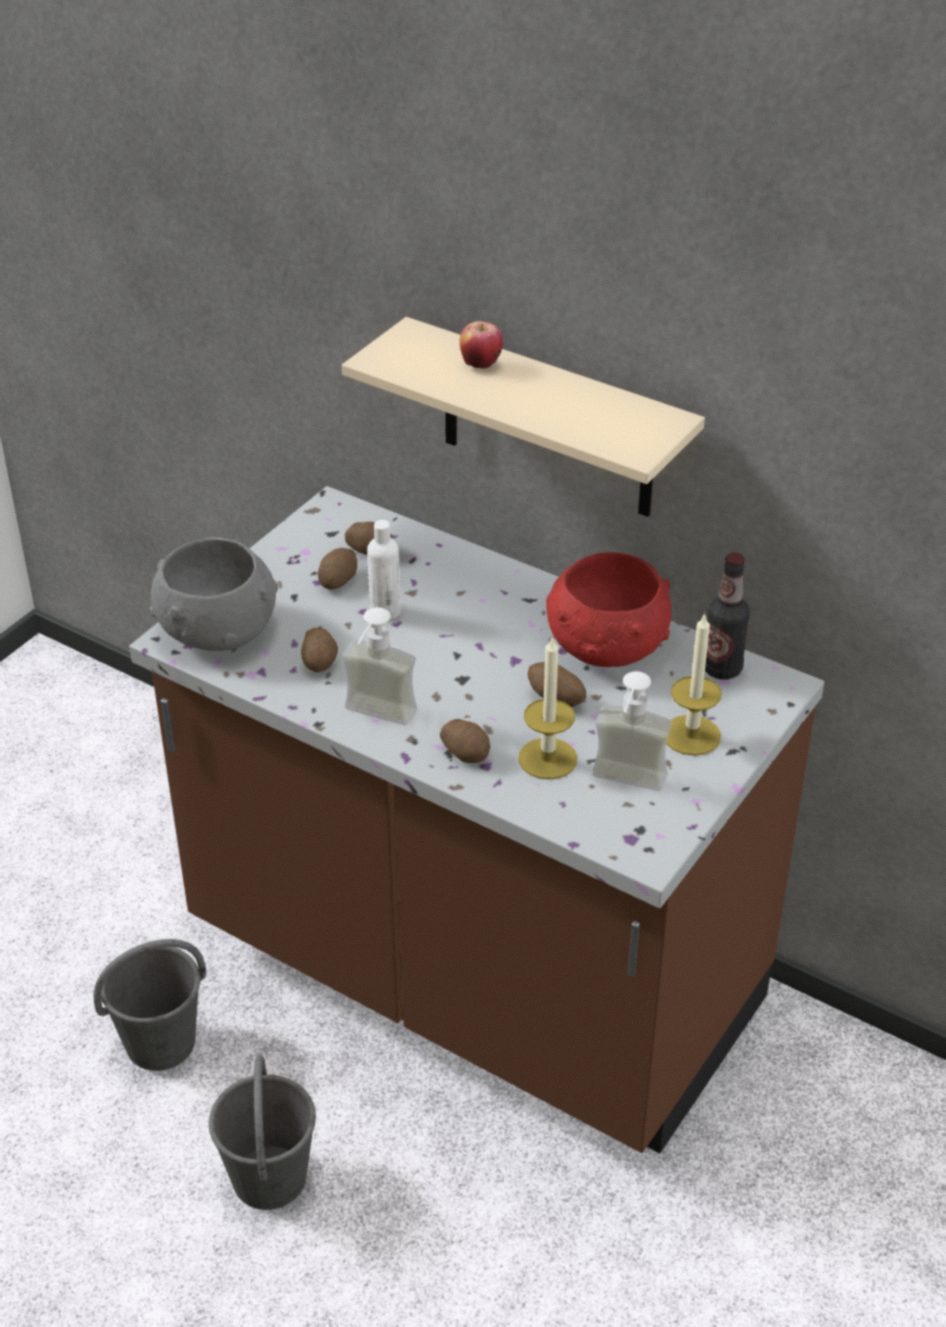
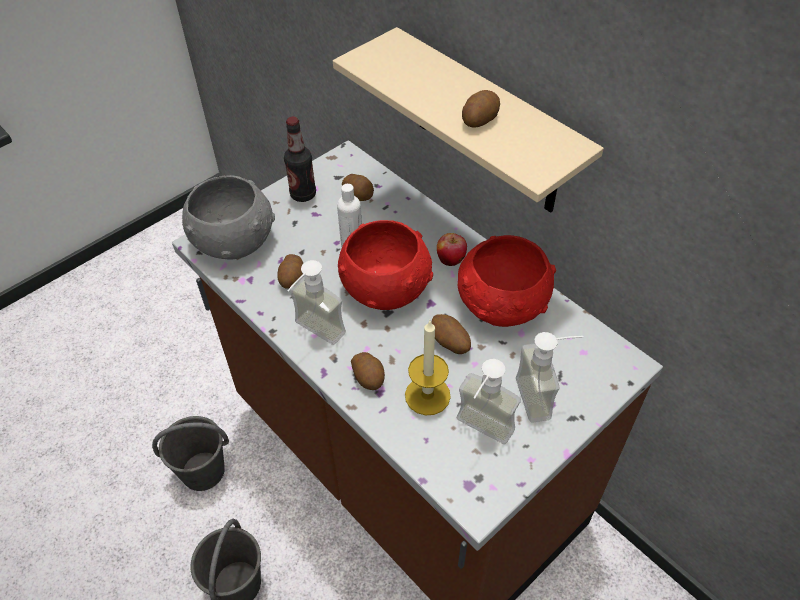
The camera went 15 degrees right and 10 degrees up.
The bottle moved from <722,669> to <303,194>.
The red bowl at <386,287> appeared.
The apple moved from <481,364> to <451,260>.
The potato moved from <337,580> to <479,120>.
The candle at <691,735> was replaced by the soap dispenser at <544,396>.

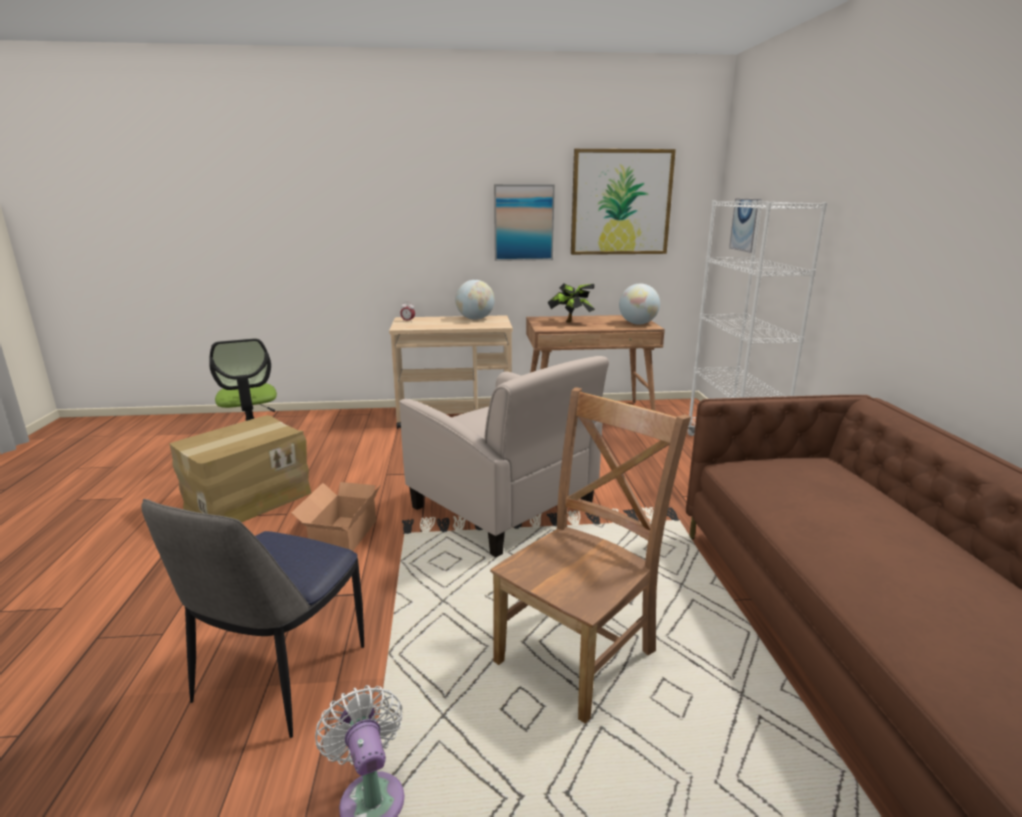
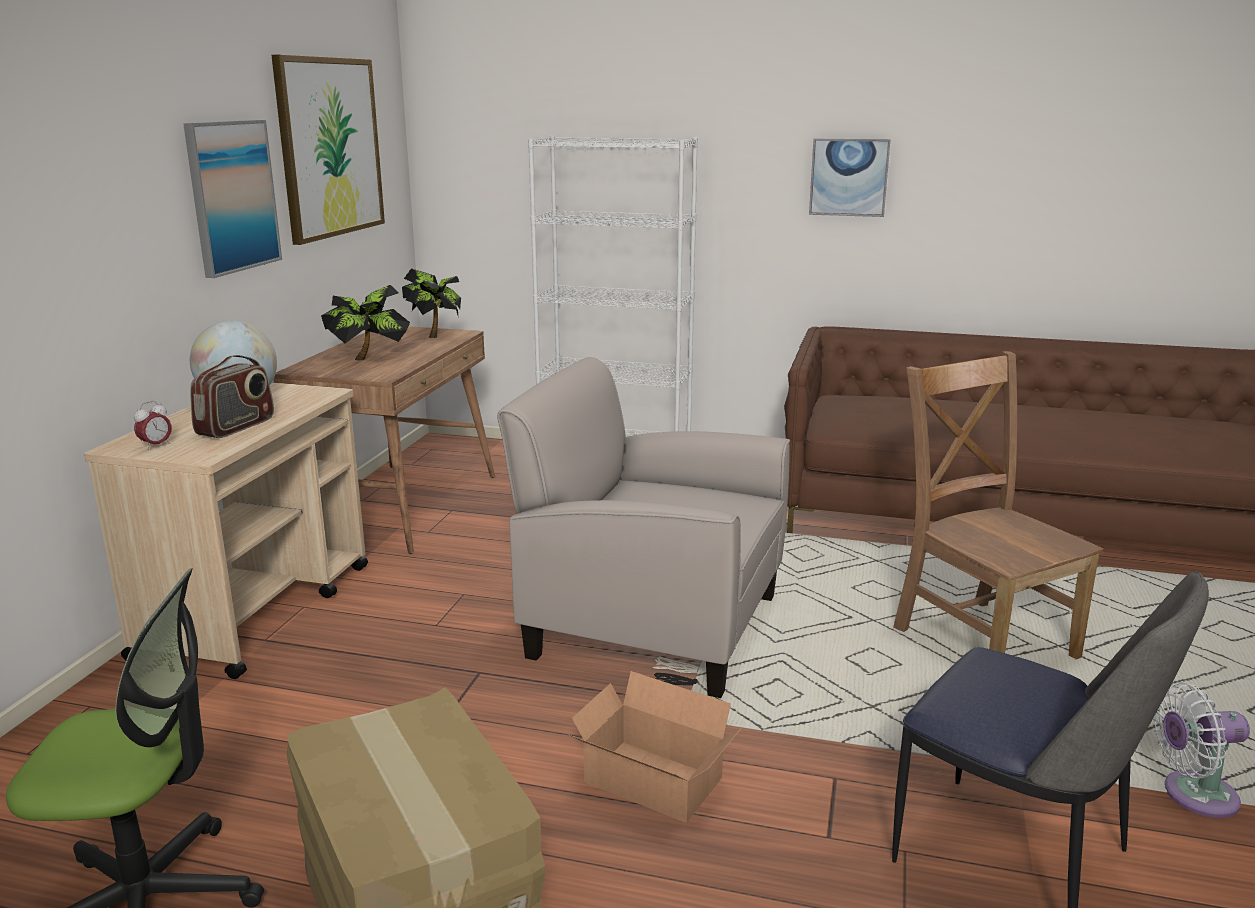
The camera went 70 degrees left and 0 degrees up.
The radio at <236,427> appeared.
The globe at <638,324> was replaced by the potted plant at <435,335>.
The beige armchair at <504,507> turned 135 degrees counterclockwise.
The picture moved from <746,224> to <849,177>.

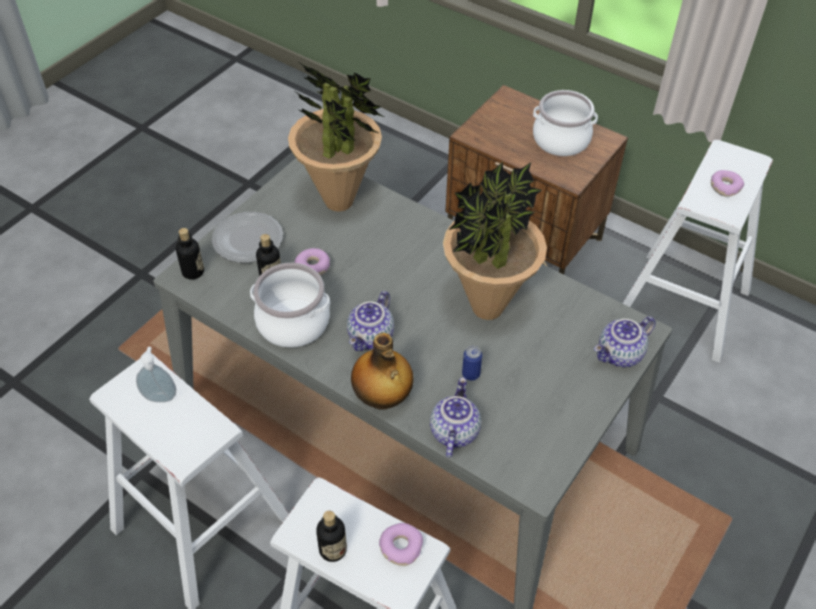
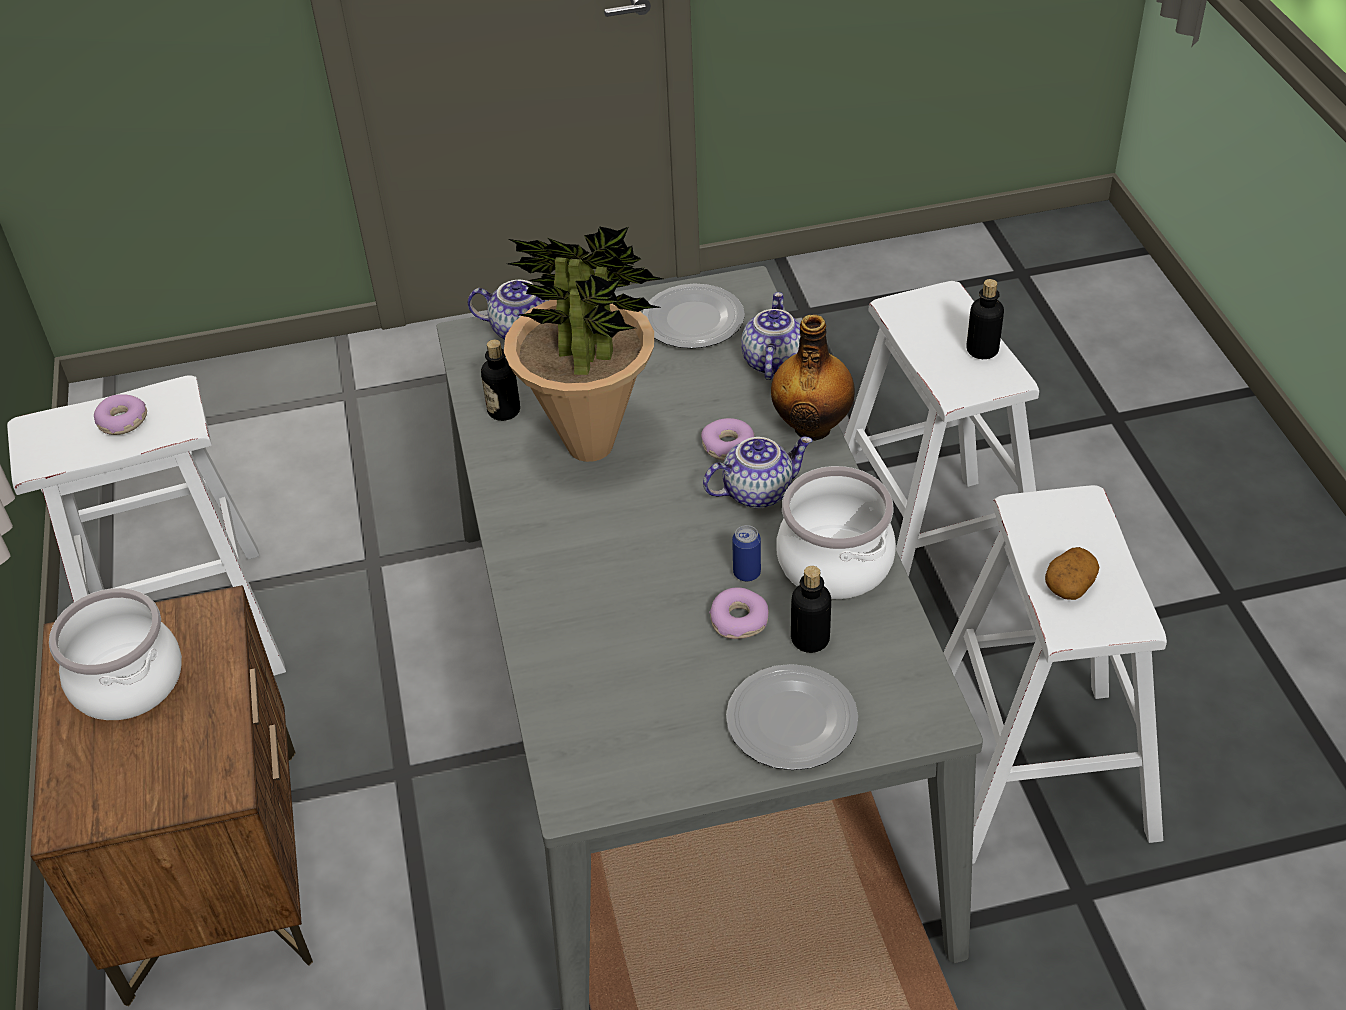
The camera went 135 degrees left and 5 degrees down.
The bottle moved from <193,272> to <504,411>.
The plate at <694,320> appeared.
The donut moved from <400,547> to <728,447>.
The can moved from <471,374> to <747,573>.
The teapot at <453,431> turned 135 degrees clockwise.
The soap dispenser at <160,396> was replaced by the potato at <1069,584>.
The potted plant at <339,201> disappeared.

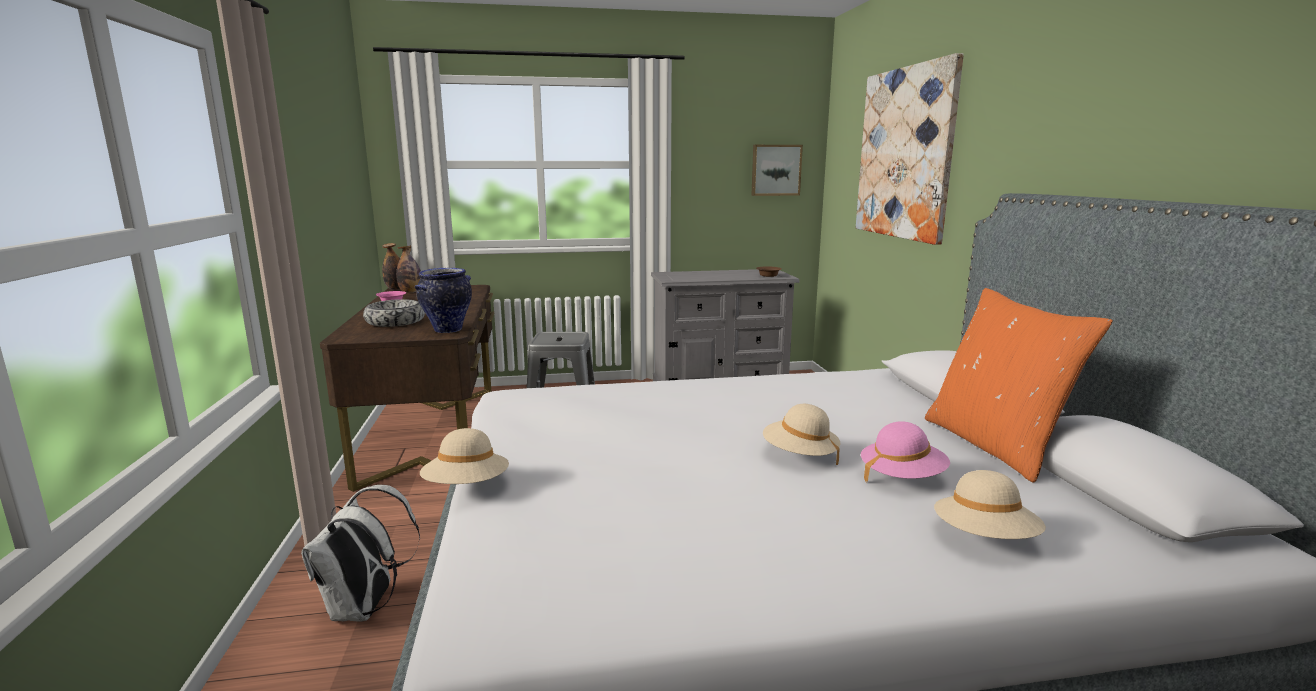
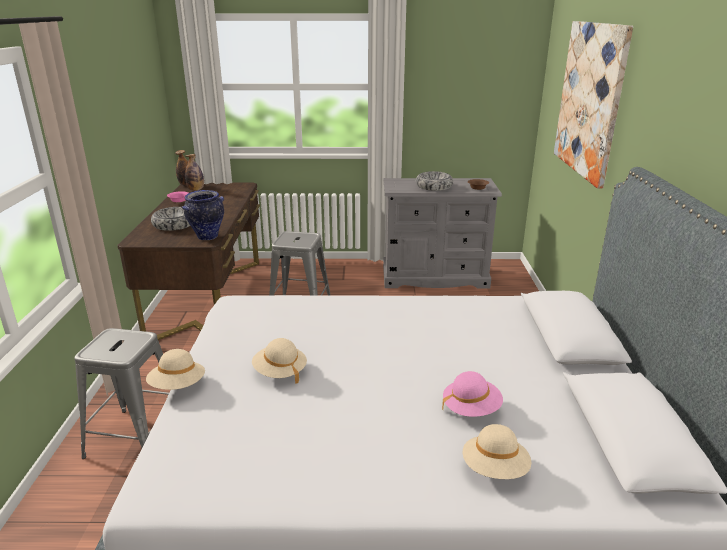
The camera went 10 degrees right and 10 degrees up.
The white backpack at <365,608> was replaced by the grey stool at <136,437>.
The beige hat moved from <800,455> to <280,372>.
The bowl at <434,187> appeared.
The picture at <775,170> disappeared.
The orange pillow at <995,445> disappeared.

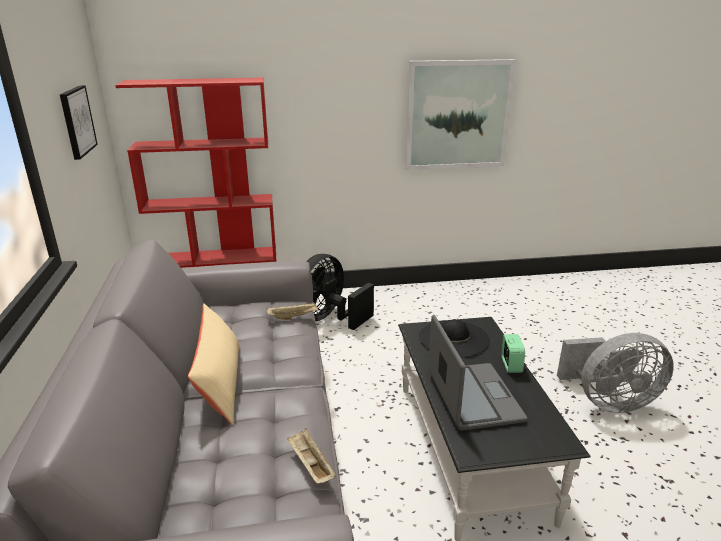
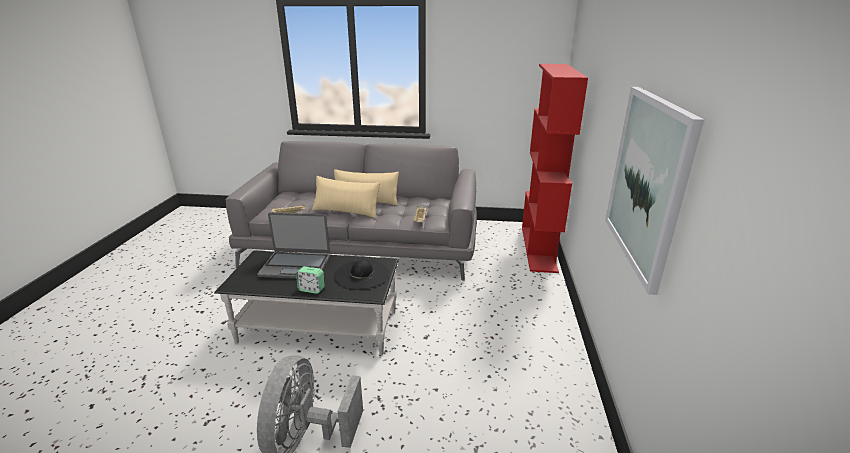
The camera went 105 degrees right and 0 degrees up.
The beige pillow at <346,211> appeared.
The picture at <77,121> disappeared.
The black fan at <328,319> disappeared.

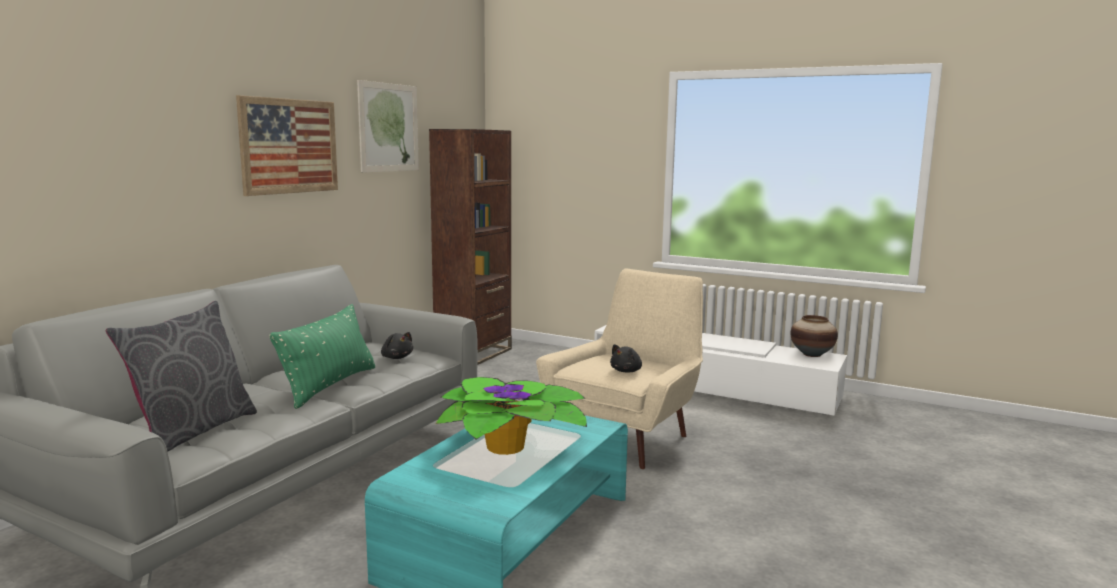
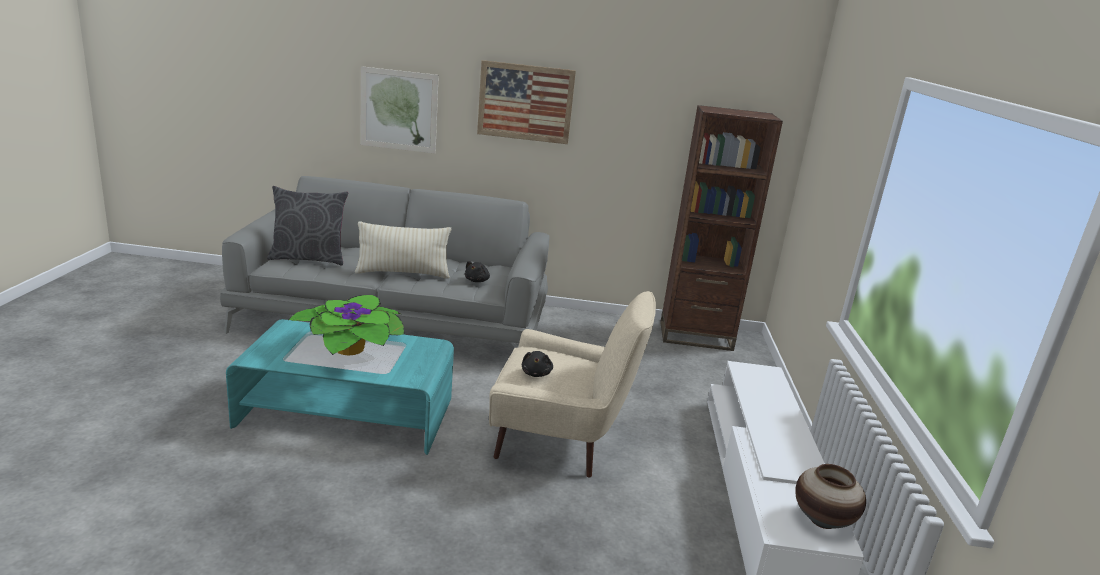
The camera went 65 degrees right and 10 degrees up.
The green pillow at <329,386> became the beige pillow at <403,273>.
The picture moved from <389,127> to <399,110>.
The black plush toy at <627,371> turned 105 degrees counterclockwise.

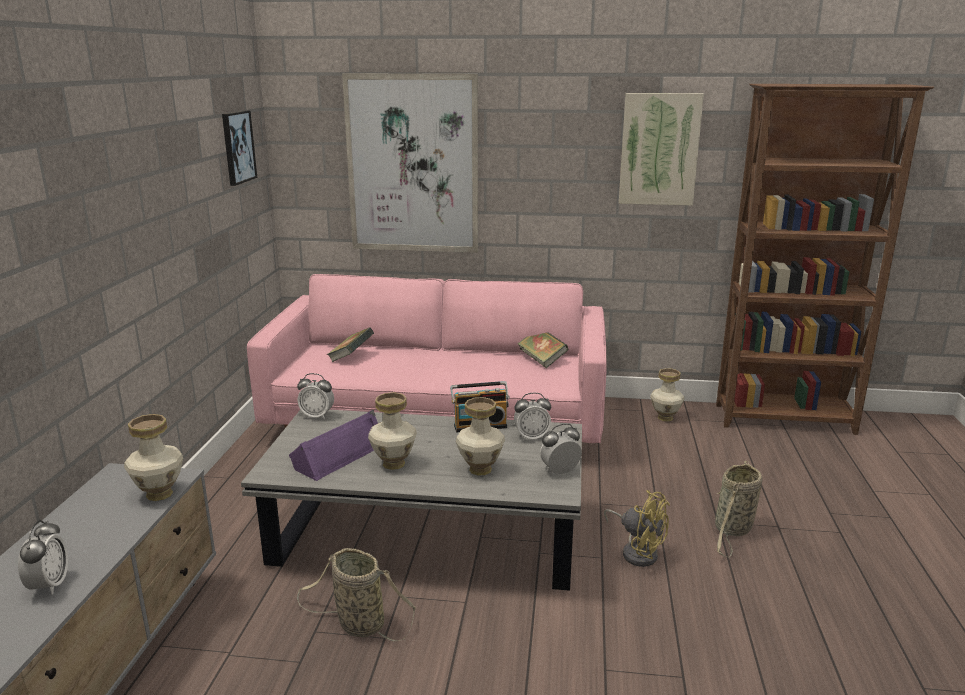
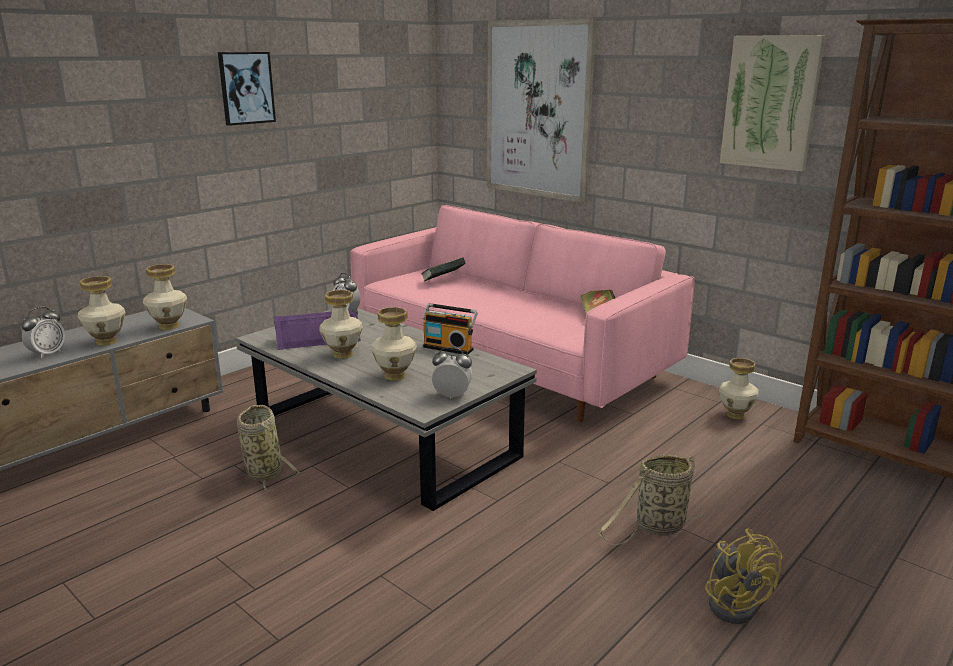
The camera went 35 degrees right and 0 degrees up.
The vase at <106,341> appeared.
The picture moved from <237,147> to <246,88>.
The yellow fan moved from <637,551> to <733,603>.
The alarm clock at <531,437> disappeared.

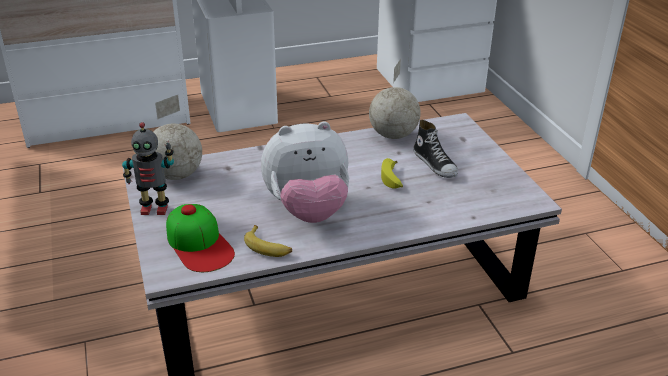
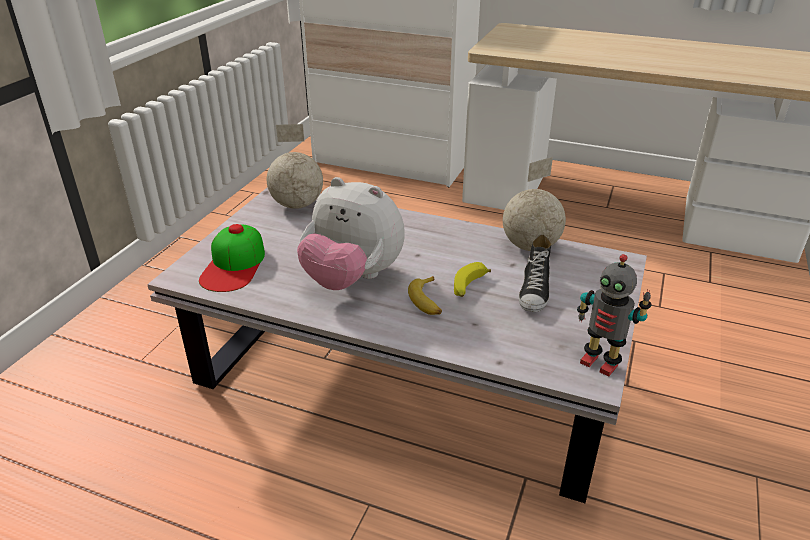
The camera went 40 degrees right and 0 degrees up.
The banana moved from <268,247> to <428,301>.
The toy robot moved from <154,209> to <600,362>.

